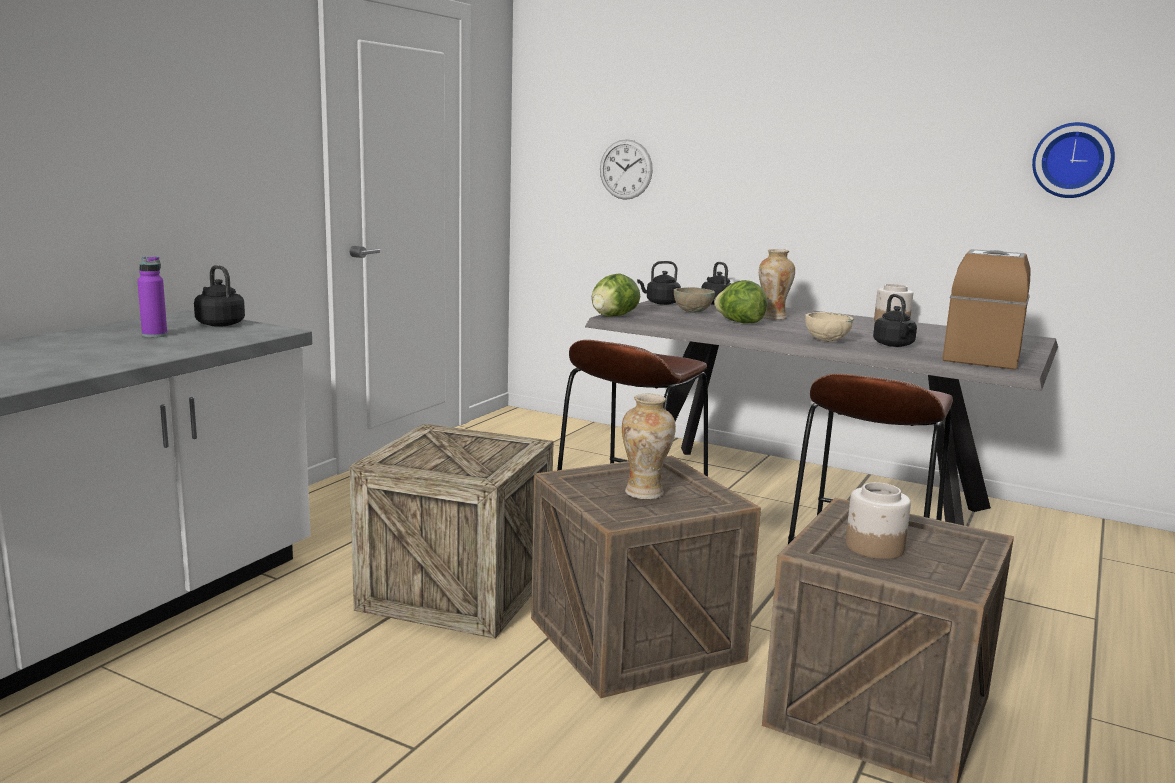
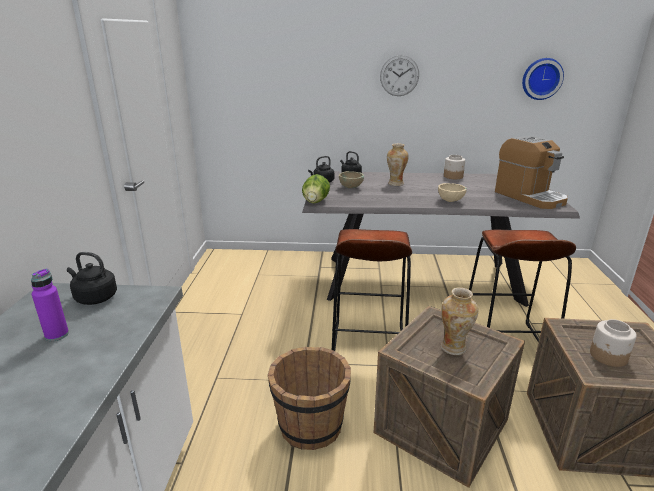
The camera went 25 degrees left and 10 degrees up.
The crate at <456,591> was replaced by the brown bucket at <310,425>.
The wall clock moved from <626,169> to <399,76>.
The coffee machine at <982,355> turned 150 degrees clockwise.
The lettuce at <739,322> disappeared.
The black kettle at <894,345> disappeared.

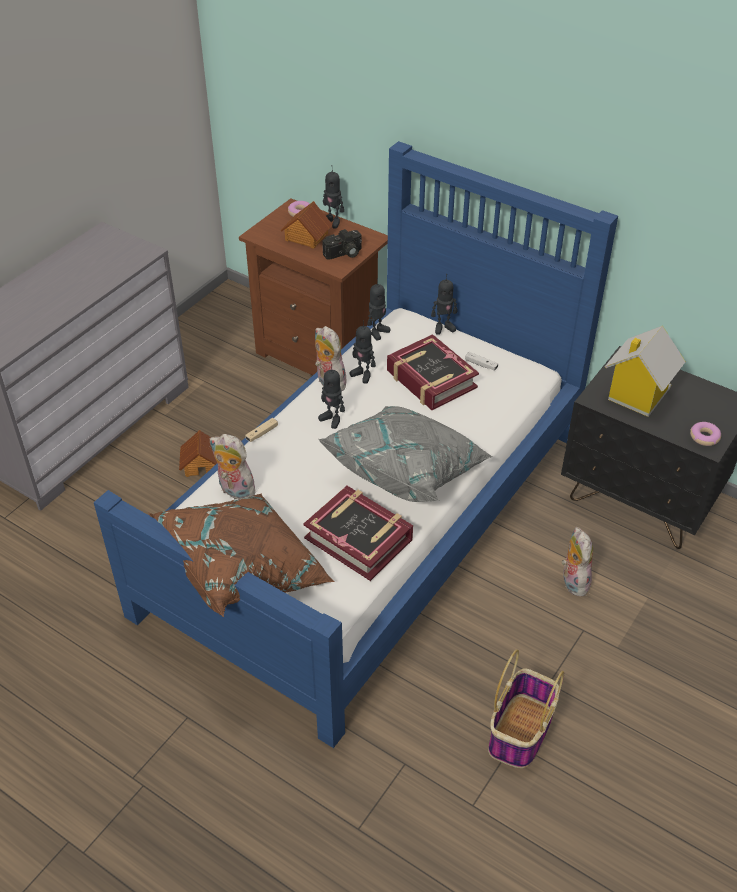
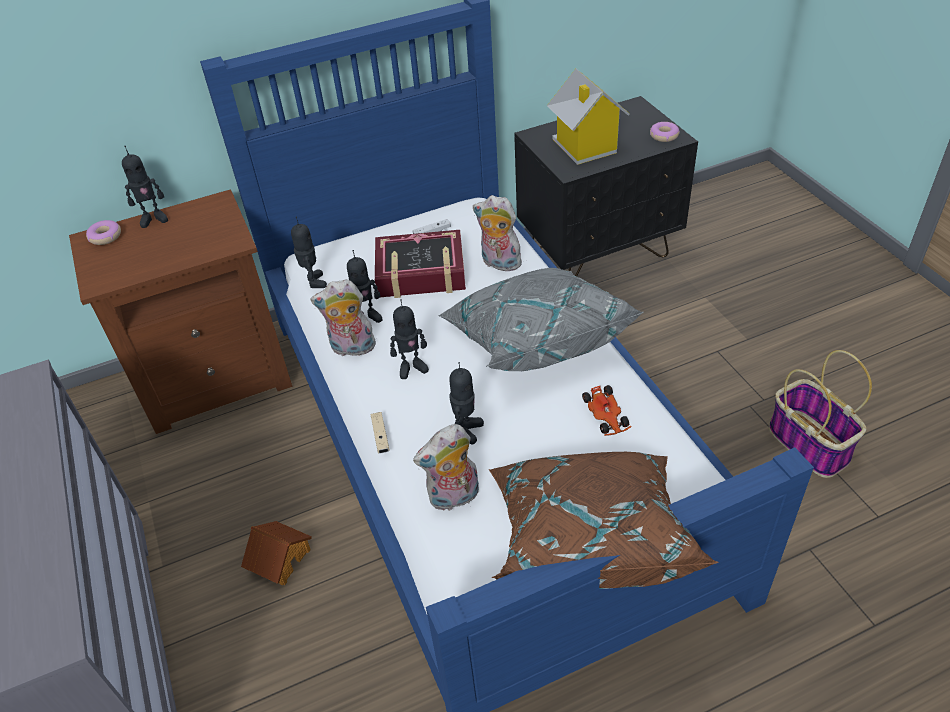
The camera went 55 degrees left and 0 degrees up.
The toy robot moved from <443,327> to <467,430>.
The plush toy moved from <572,581> to <498,263>.
The book at <359,538> was replaced by the toy car at <606,415>.
The toy house at <306,237> disappeared.
The photo camera at <344,254> disappeared.

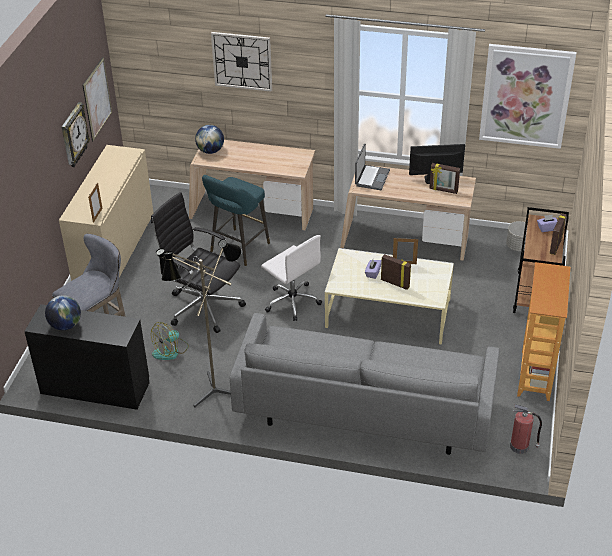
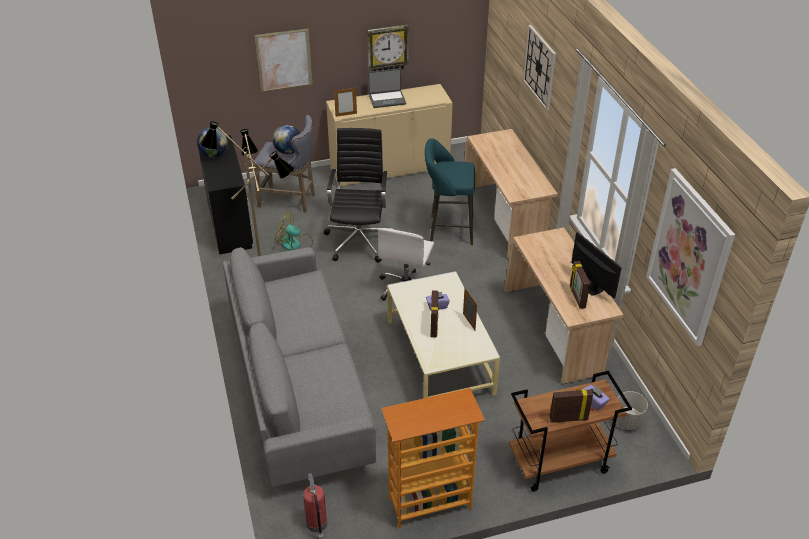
The camera went 60 degrees right and 0 degrees up.
The picture moved from <97,99> to <284,60>.
The globe moved from <210,151> to <288,151>.
The laptop moved from <371,178> to <387,99>.

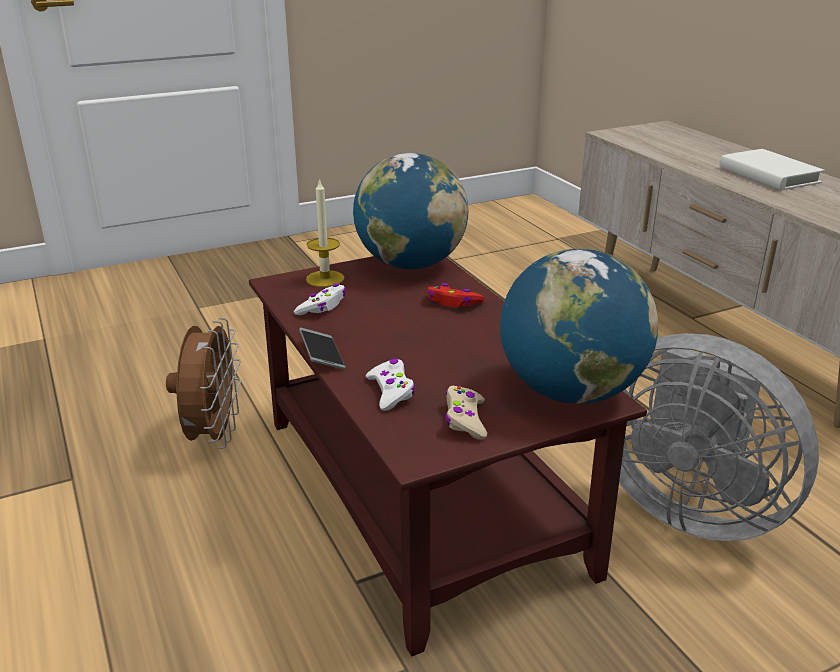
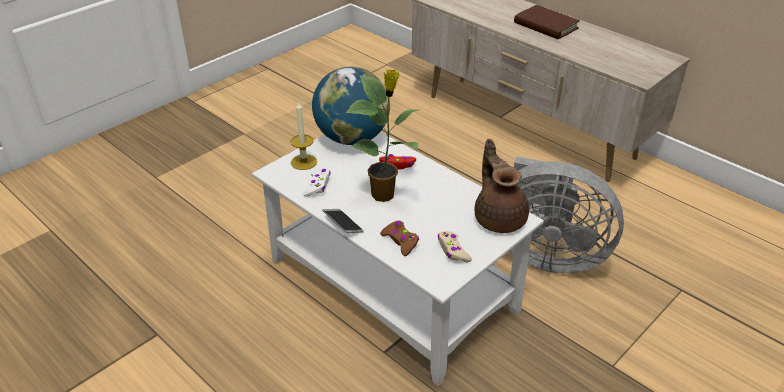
The camera went 20 degrees left and 10 degrees up.
The brown coffee table at <422,495> became the white coffee table at <394,286>.
The potted plant at <384,195> appeared.
The white game controller at <391,391> became the brown game controller at <400,241>.
The globe at <570,392> was replaced by the brown teapot at <499,217>.
The white book at <768,175> became the brown book at <545,25>.
The brown fan at <213,436> disappeared.

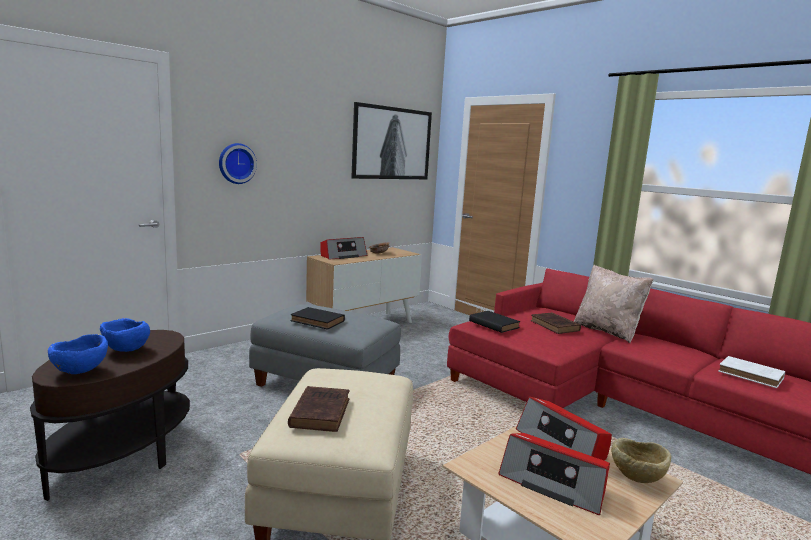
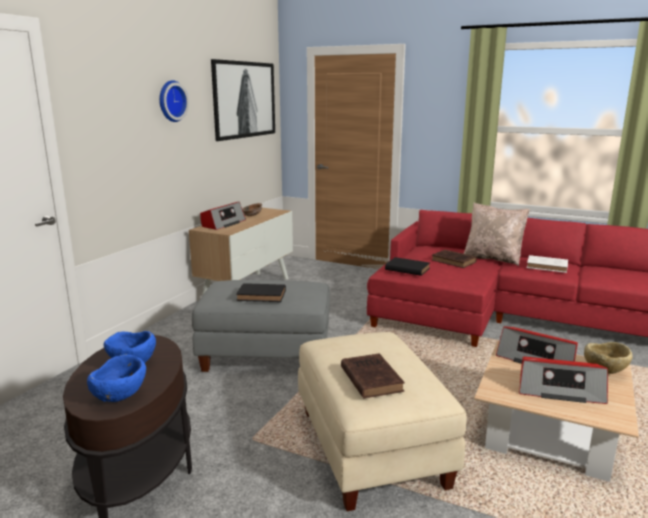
The camera went 20 degrees left and 5 degrees up.
The wall clock moved from <236,163> to <171,101>.
The white book moved from <752,375> to <548,267>.

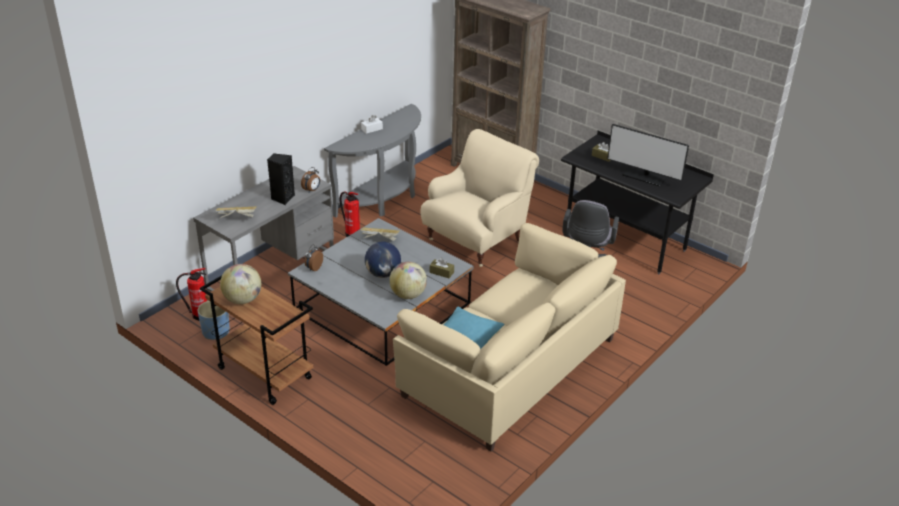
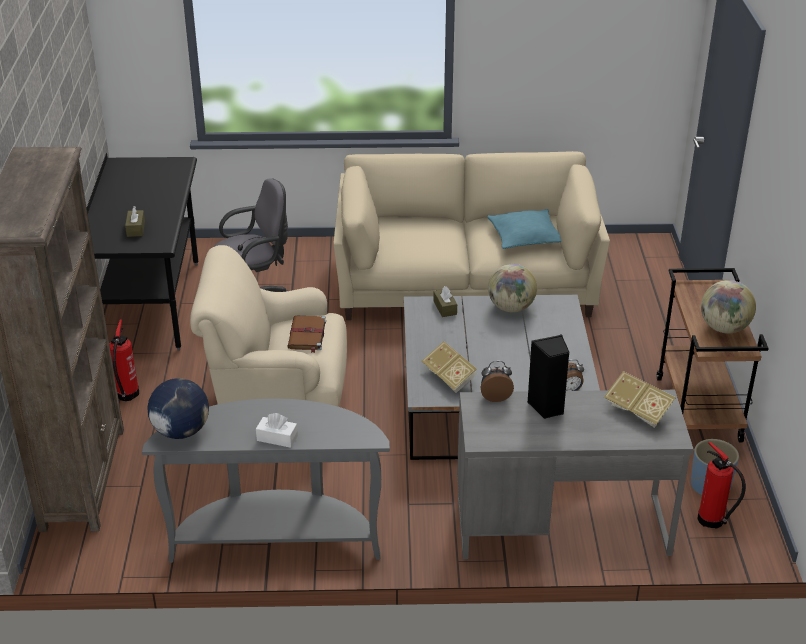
The camera went 130 degrees left and 0 degrees up.
The fire extinguisher moved from <351,234> to <126,395>.
The globe moved from <383,274> to <181,431>.
The brown book at <307,335> appeared.
The monitor at <644,177> disappeared.

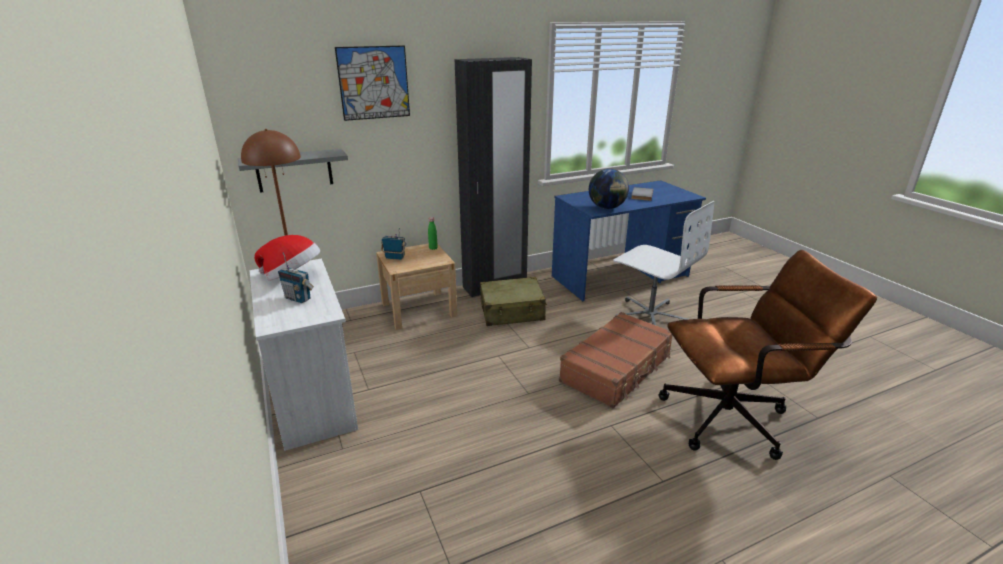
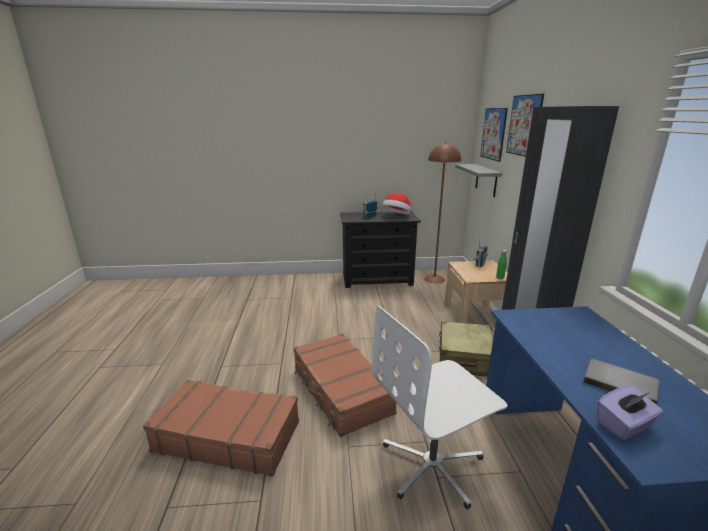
The camera went 110 degrees right and 5 degrees down.
The brown office chair at <735,417> was replaced by the brown suitcase at <228,435>.
The white dresser at <313,399> became the black dresser at <377,279>.
The picture at <493,134> appeared.
The purple tissue box at <624,425> appeared.
The globe at <607,207> disappeared.

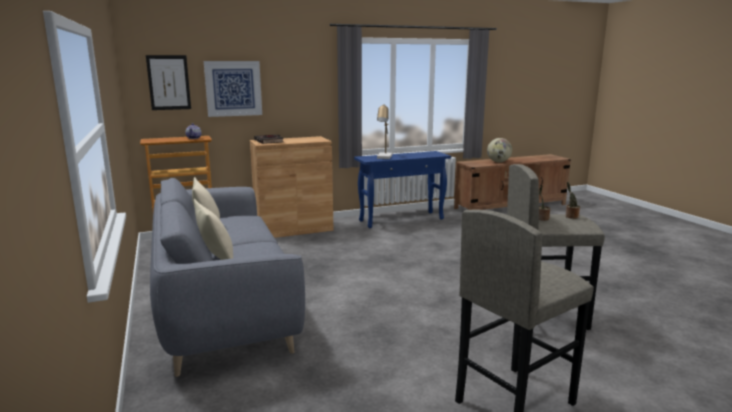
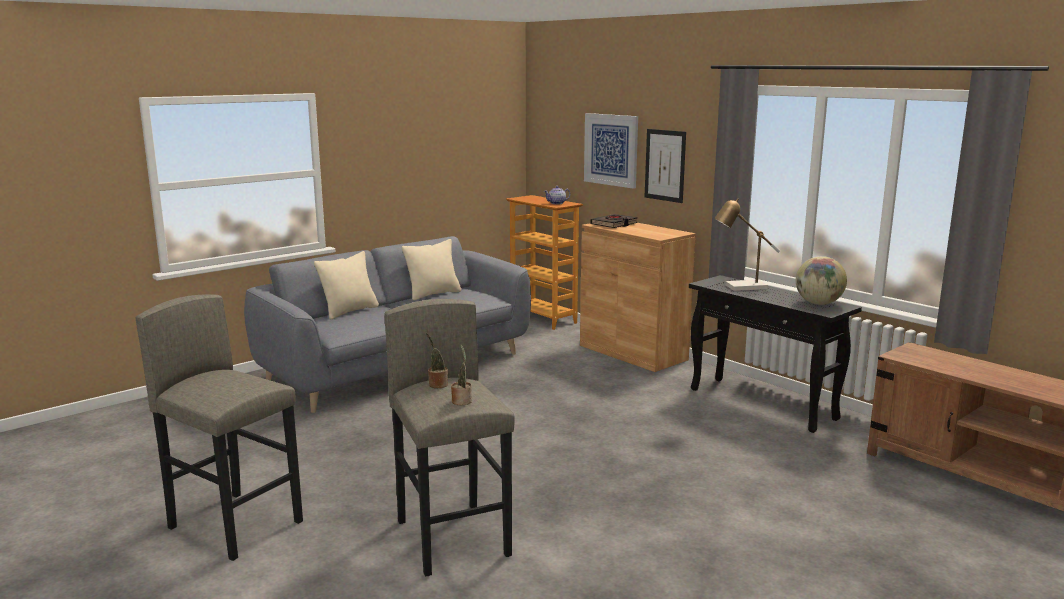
The camera went 70 degrees right and 0 degrees up.
The picture moved from <169,82> to <665,165>.
The blue console table at <402,220> became the black console table at <763,404>.
The globe moved from <498,162> to <818,303>.

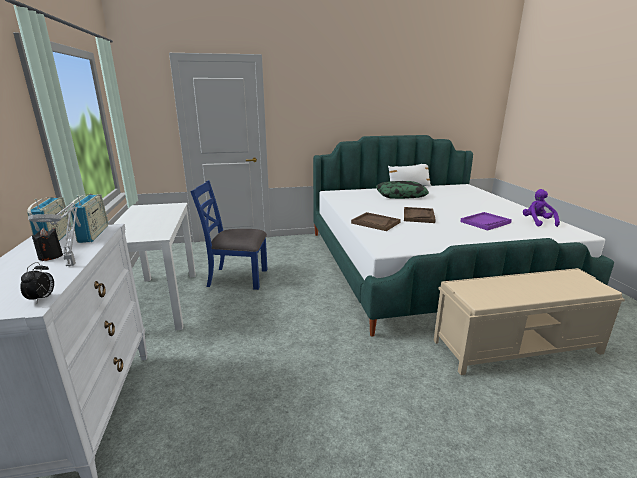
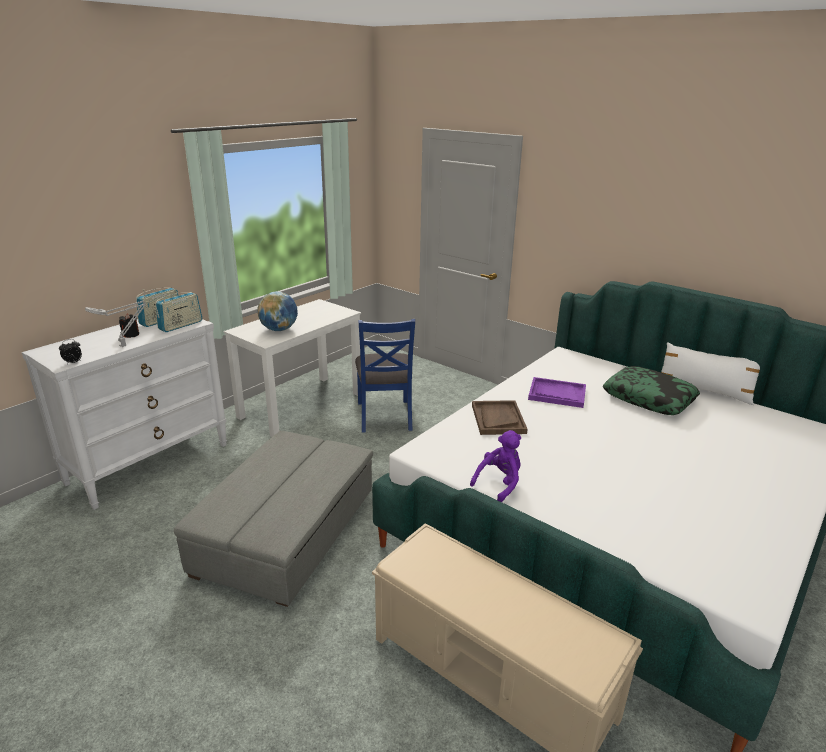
The camera went 50 degrees right and 5 degrees up.
The grey ottoman at <286,532> appeared.
The globe at <279,329> appeared.
The blue chair at <237,278> turned 150 degrees counterclockwise.
The purple plush toy moved from <537,222> to <499,483>.
The purple tray moved from <485,222> to <557,394>.
The brown tray at <418,216> disappeared.

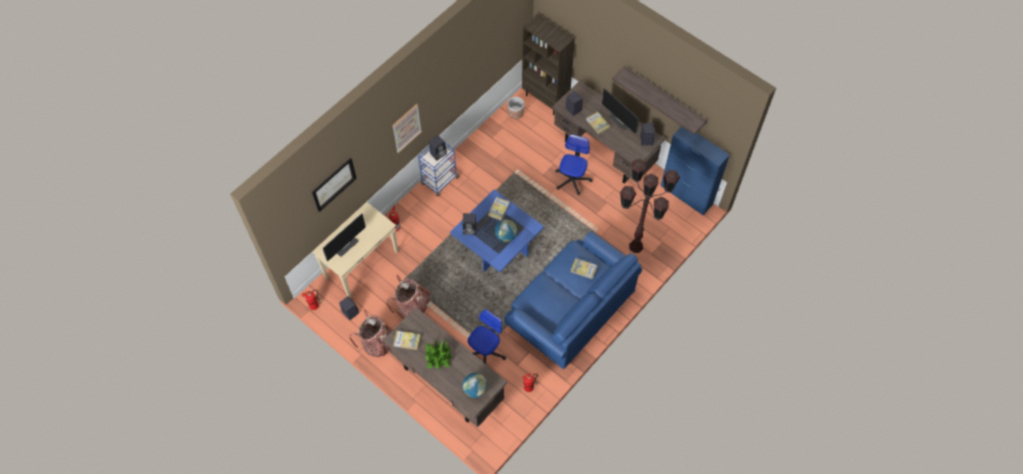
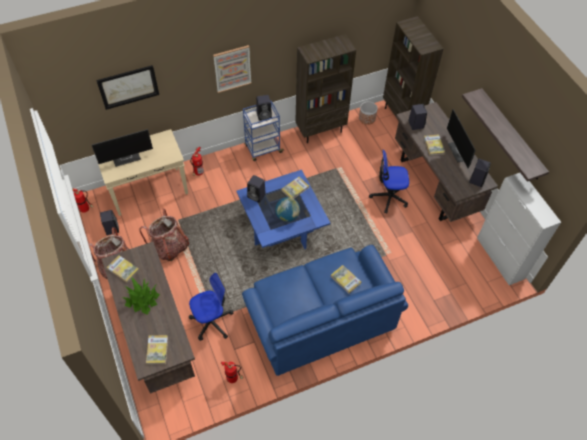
The camera went 25 degrees right and 5 degrees down.
The globe at <475,389> was replaced by the book at <157,350>.
The brown bookcase at <320,130> appeared.
The office chair at <572,180> turned 135 degrees counterclockwise.
The blue cabinet at <686,195> became the white cabinet at <500,258>.
The brown floor lamp at <635,246> disappeared.

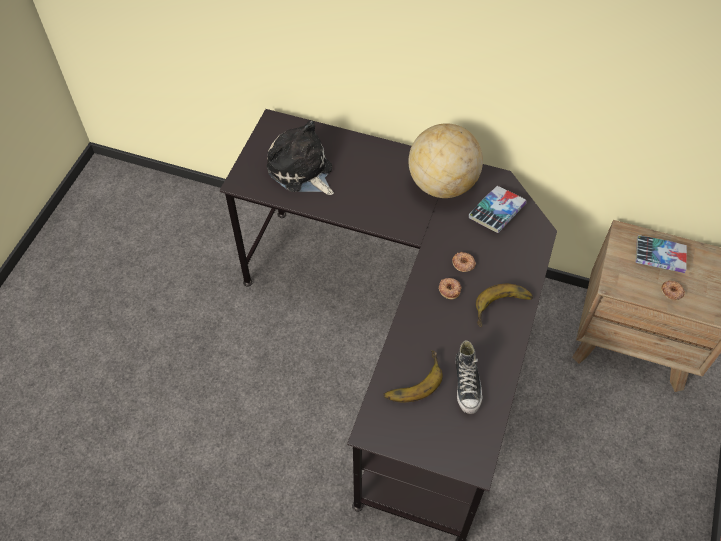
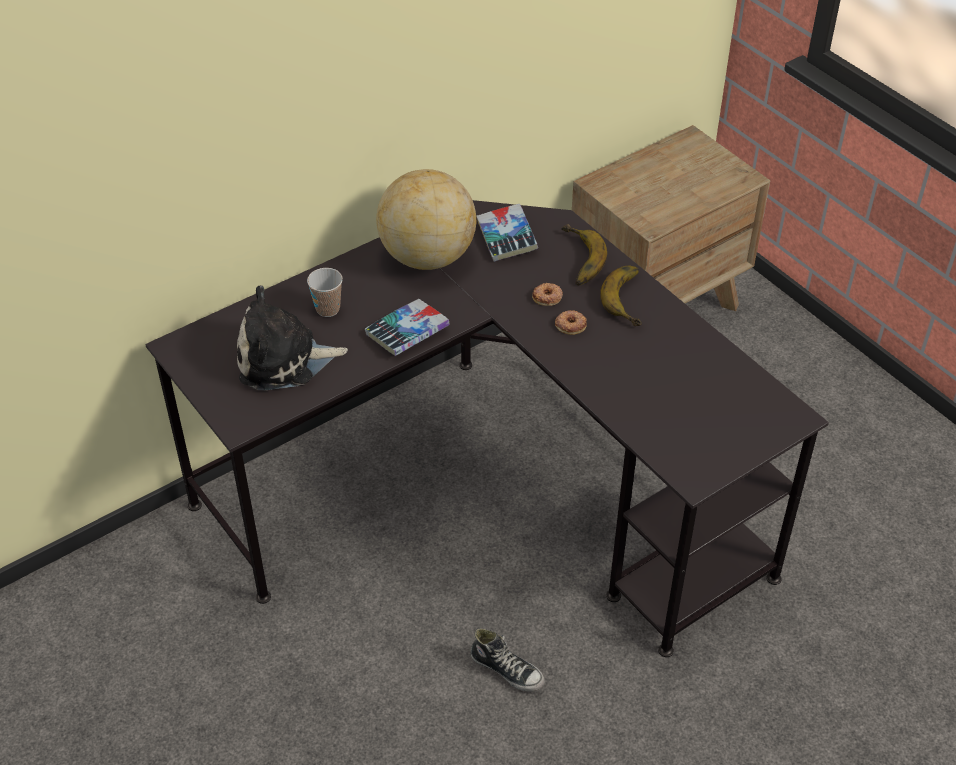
The camera went 55 degrees left and 10 degrees down.
The cup at <328,309> appeared.
The book moved from <659,257> to <407,333>.
The shoe moved from <467,384> to <507,670>.
The banana moved from <411,379> to <576,259>.
The donut at <671,292> disappeared.

